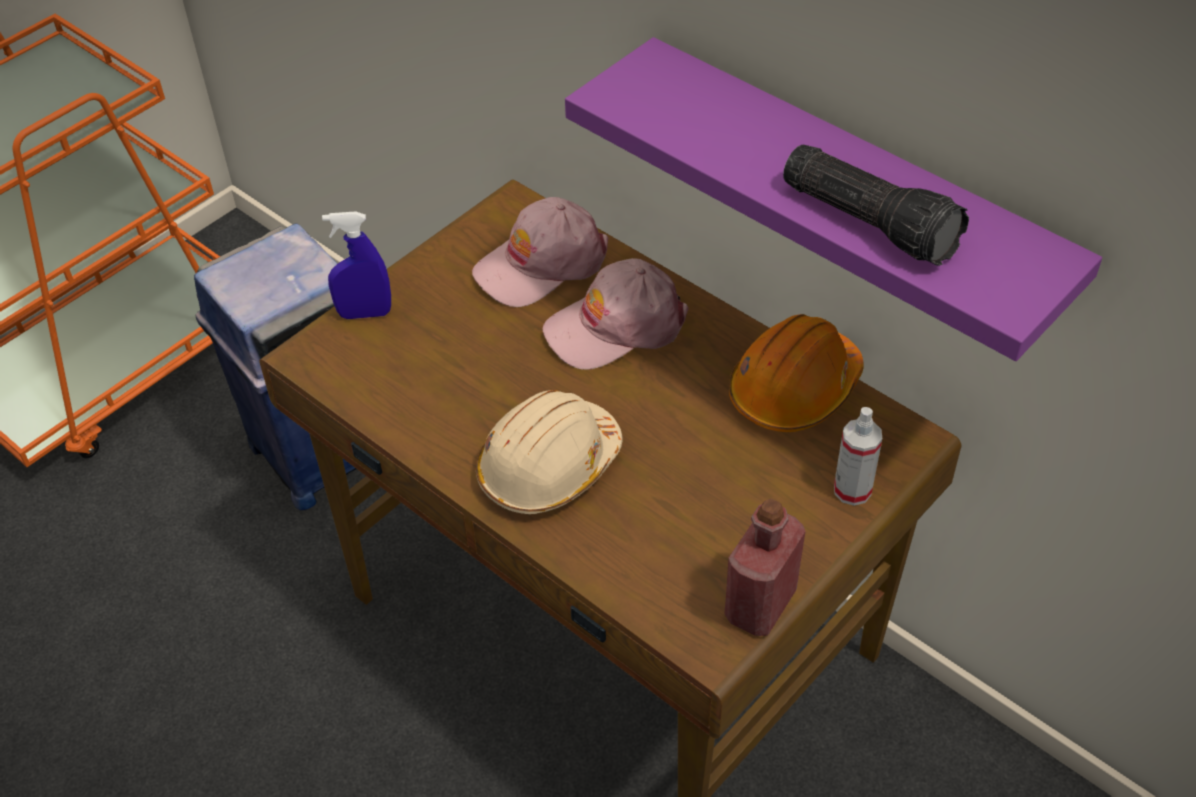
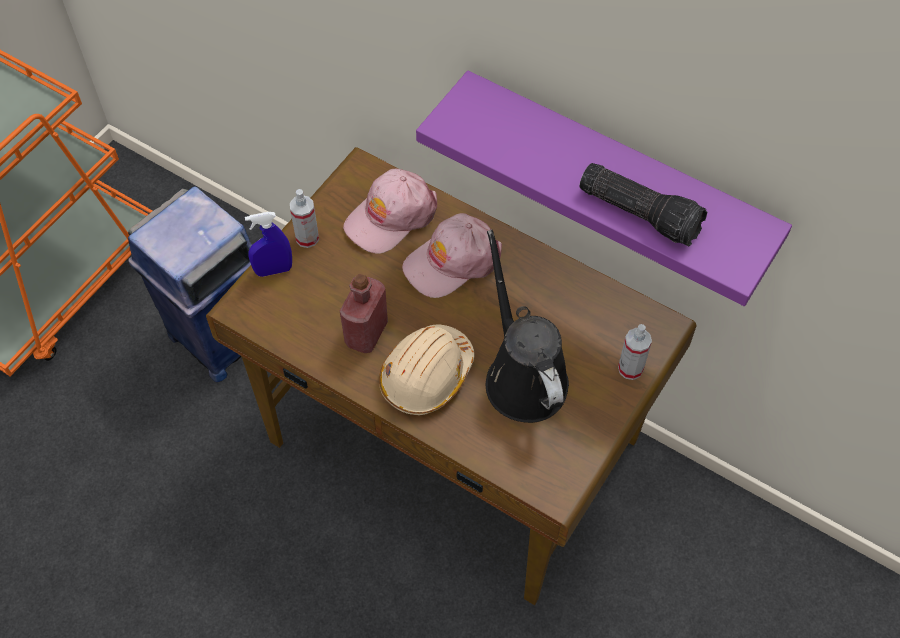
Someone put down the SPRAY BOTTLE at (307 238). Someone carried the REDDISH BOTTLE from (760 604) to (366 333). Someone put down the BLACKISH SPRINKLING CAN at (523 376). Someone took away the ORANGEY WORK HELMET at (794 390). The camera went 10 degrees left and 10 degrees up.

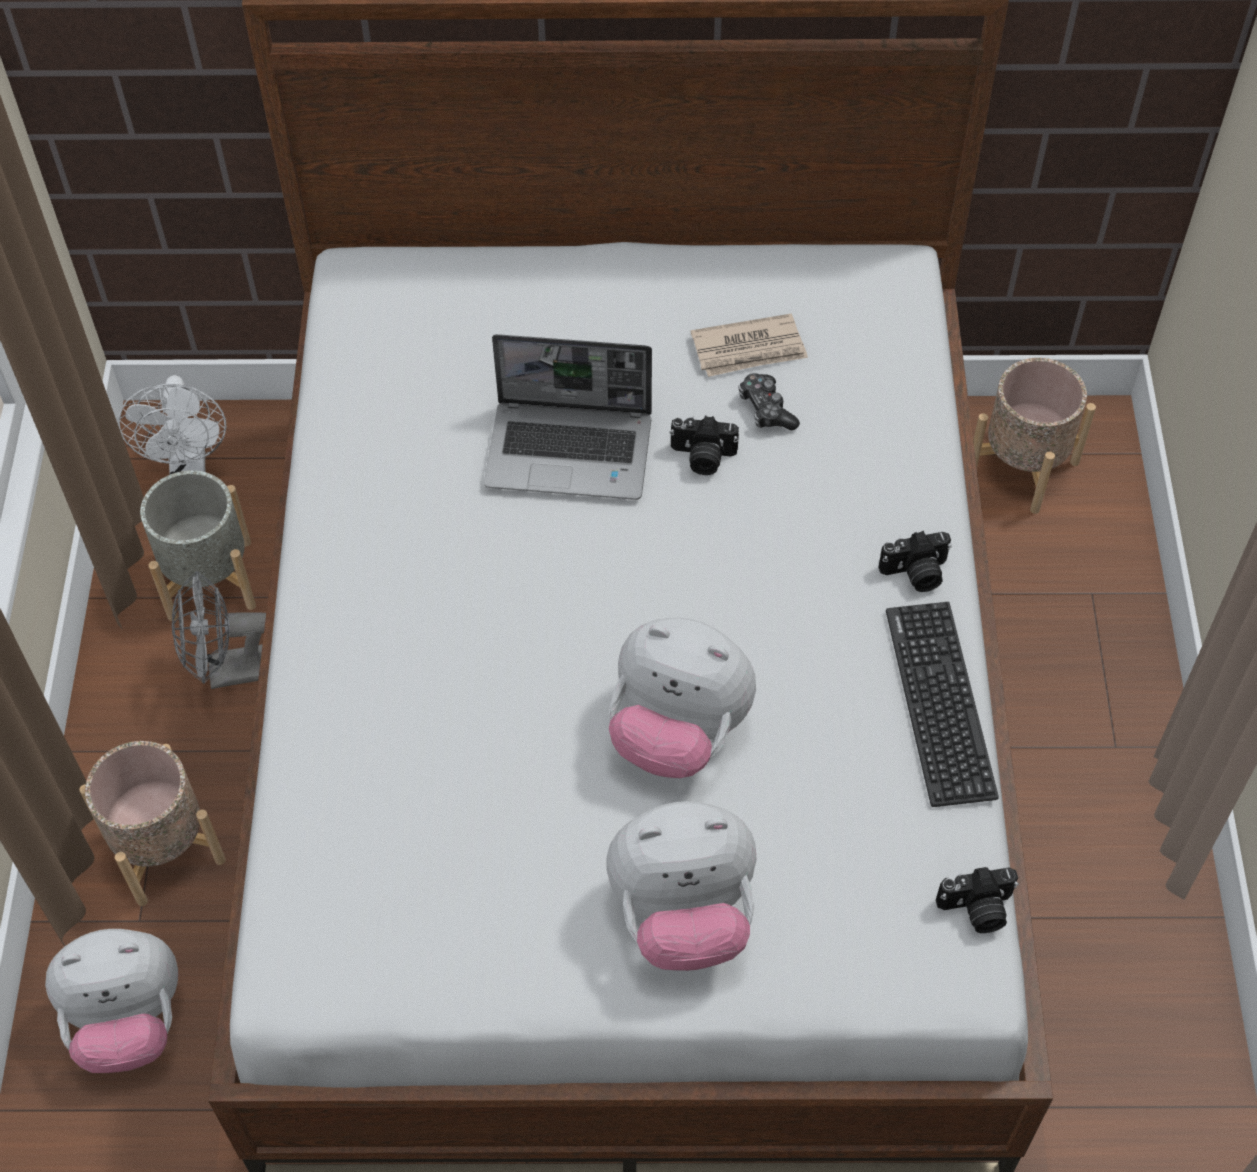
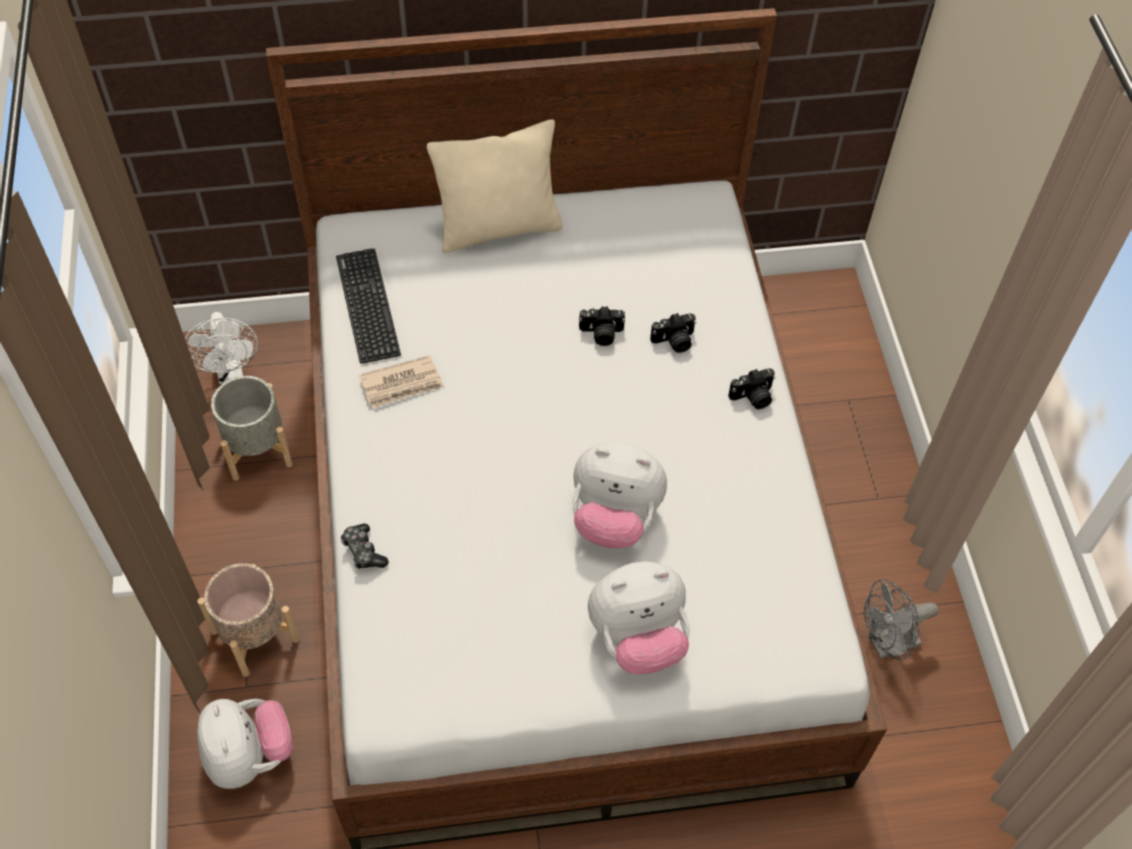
Someone rotated the CUDDLY TOY at (129 1022) by 90 degrees counterclockwise. Someone carried the COMPUTER KEYBOARD from (940 703) to (368 305). Someone carried the GAMEPAD from (766 409) to (363 551). Someone carried the PRINTED PAPER from (749 349) to (402 384). Someone put down the BEIGE-COLOURED THROW PILLOW at (499 228). Someone carried the STILL CAMERA from (977 910) to (674 341). Someone carried the GREYISH ELECTRIC FAN from (229 672) to (887 644). Someone took away the PORTABLE COMPUTER at (571 451). Someone took away the BEIGE-COLOURED FLOWER POT at (1022 467). The camera went 10 degrees left and 0 degrees up.

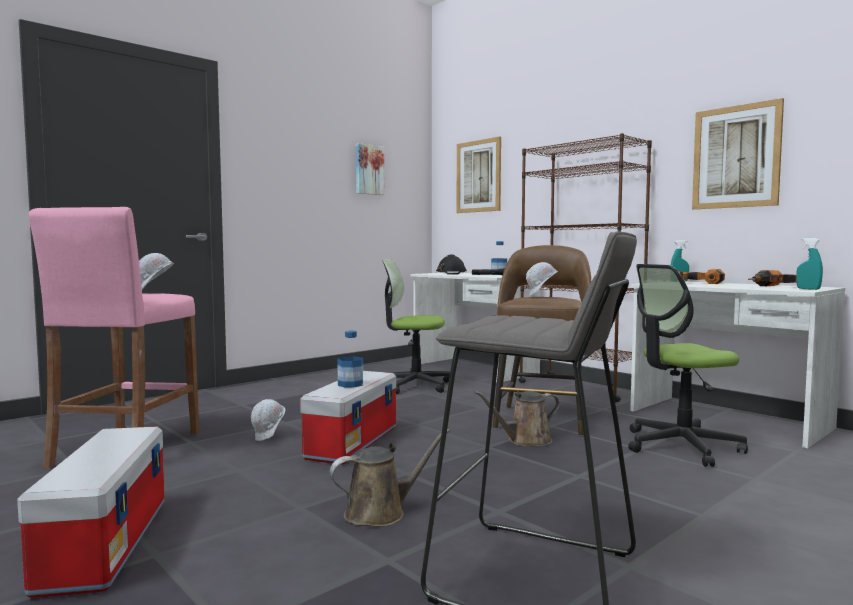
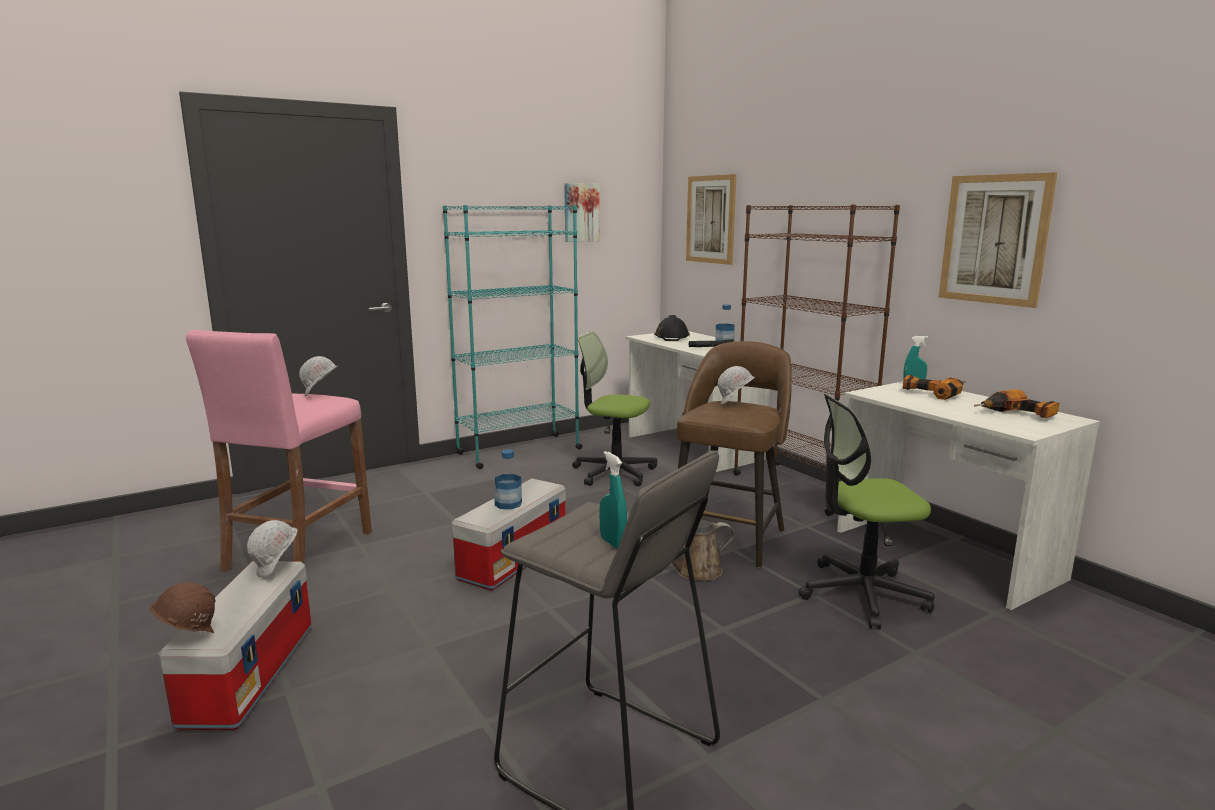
Someone put down the BROWN-COLOURED WORK HELMET at (188 638). Someone carried the WHITE-COLOURED WORK HELMET from (269 437) to (277 570). Someone put down the BLUE-GREEN SHELVING UNIT at (519 451). Someone carried the BLUE-GREEN SPRAY BOTTLE from (808 289) to (613 543). Someone took away the BROWN-COLOURED SPRINKLING CAN at (380 513). The camera went 10 degrees right and 10 degrees up.

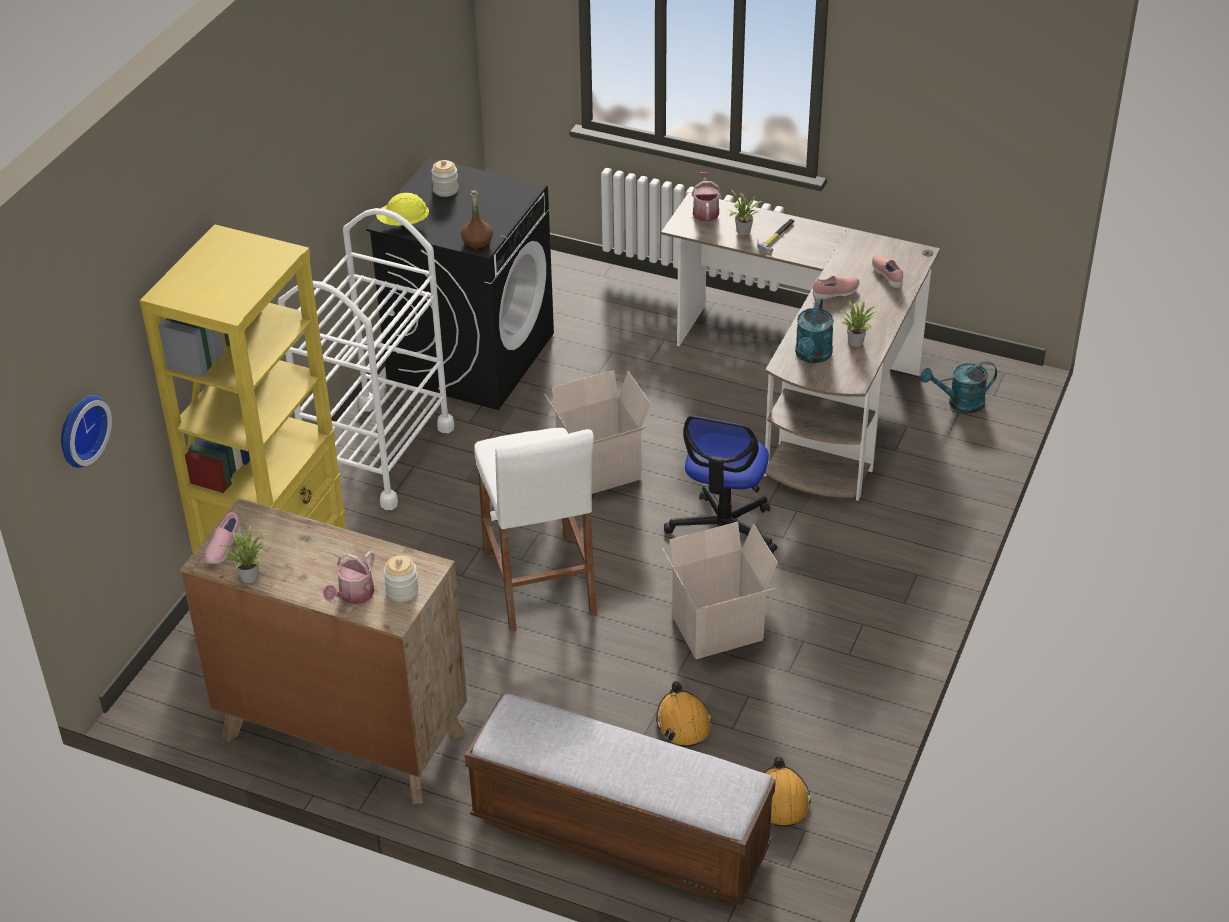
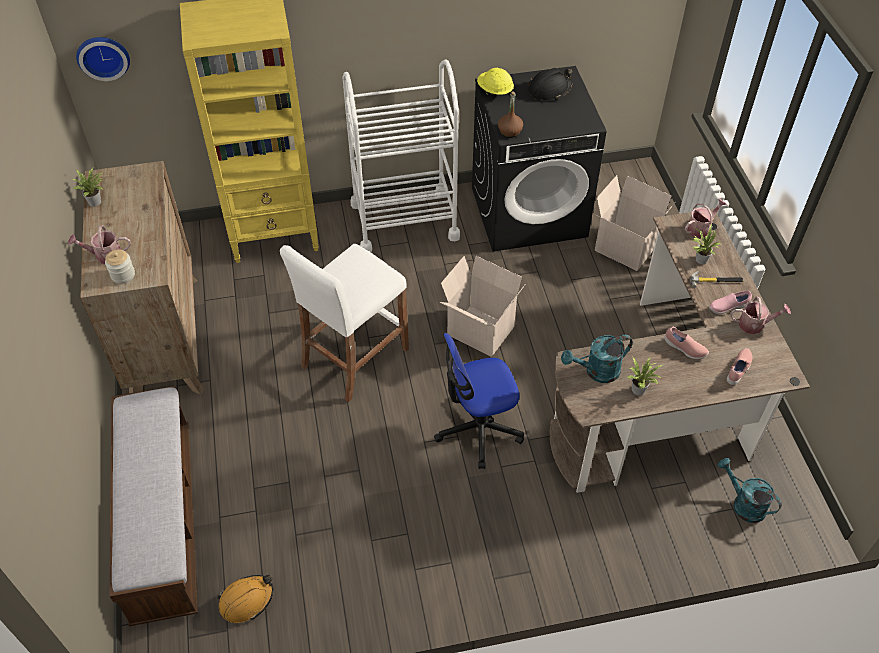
Someone swapped the PRESERVE JAR at (445 190) for the BLACKISH WORK HELMET at (549 90). Someone carried the CARDBOARD BOX from (717 631) to (623 249). Someone carried the PINK SHOE from (223 548) to (727 307). Someone put down the SPRINKLING CAN at (755 324). Someone took away the ORANGEY WORK HELMET at (683 722). The camera went 55 degrees right and 10 degrees up.

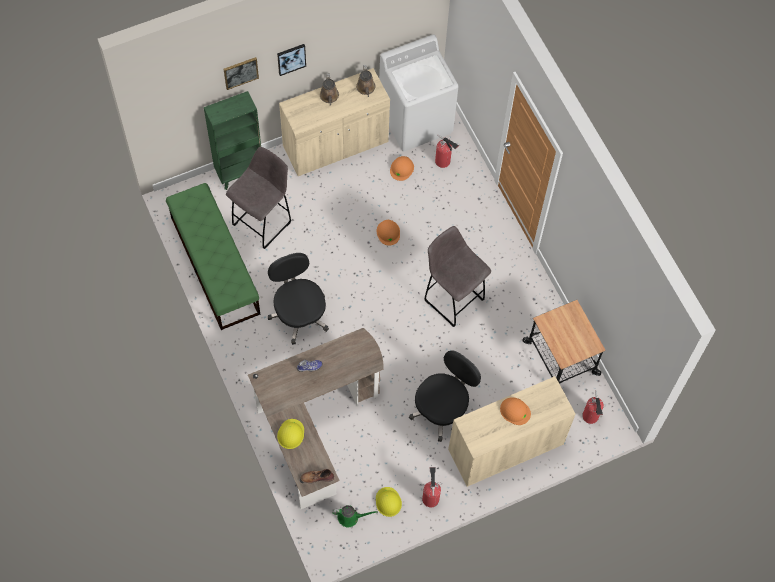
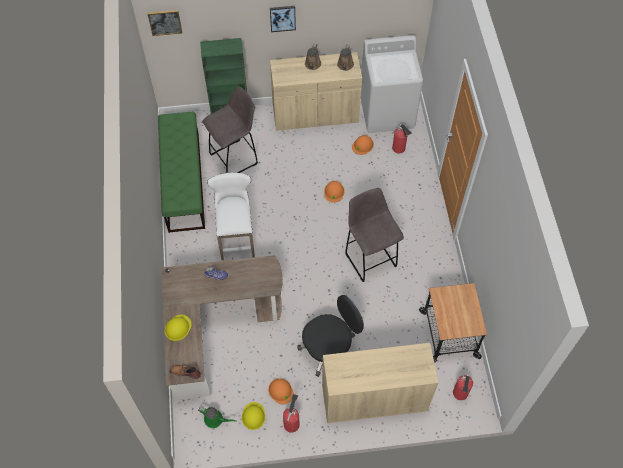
Someone carried the WALL PICTURE from (240 72) to (165 22). Someone swapped the BLACKISH DESK CHAIR at (299 314) for the WHITE-COLOURED SITTING STOOL at (236 237). Someone carried the ORANGEY WORK HELMET from (515 411) to (280 391). The camera went 20 degrees right and 5 degrees down.

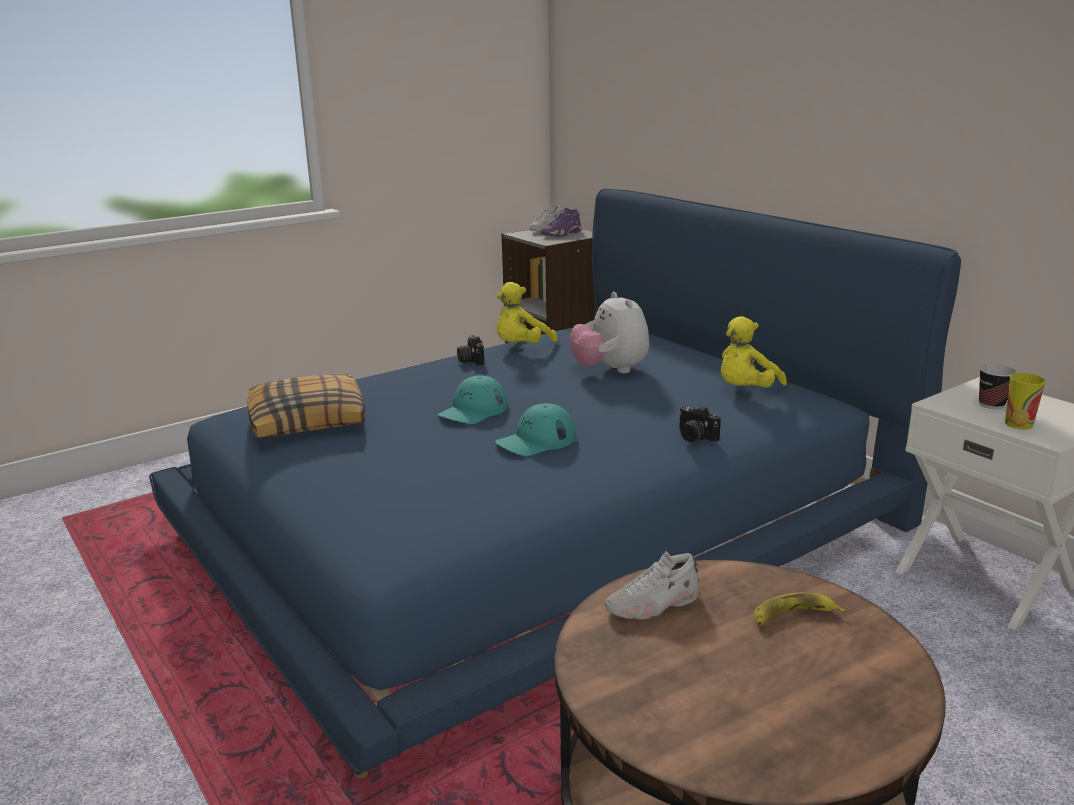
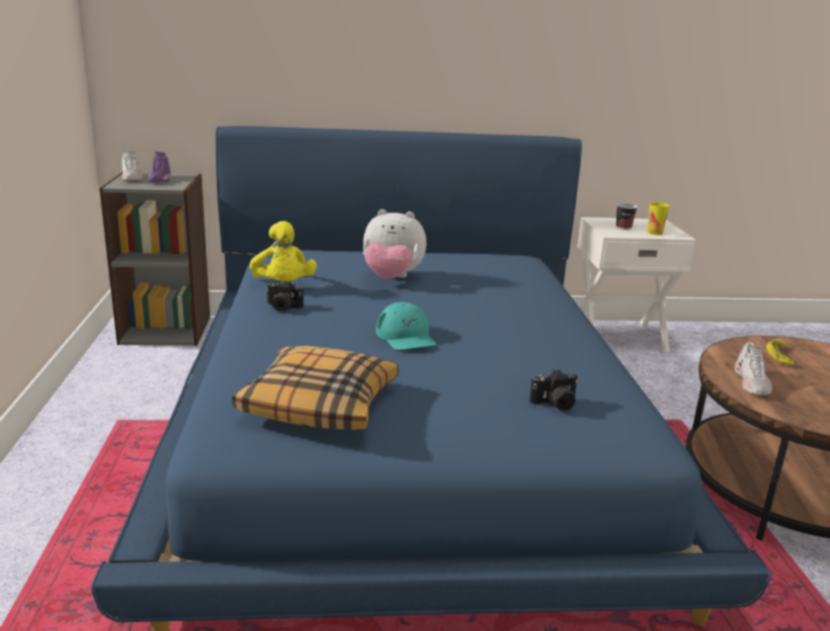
Someone carried the STILL CAMERA from (694 437) to (555 404). Someone took away the BLUE-GREEN BASEBALL CAP at (536 440). Someone took away the YELLOWISH CUDDLY TOY at (745 391). The camera went 60 degrees left and 0 degrees up.

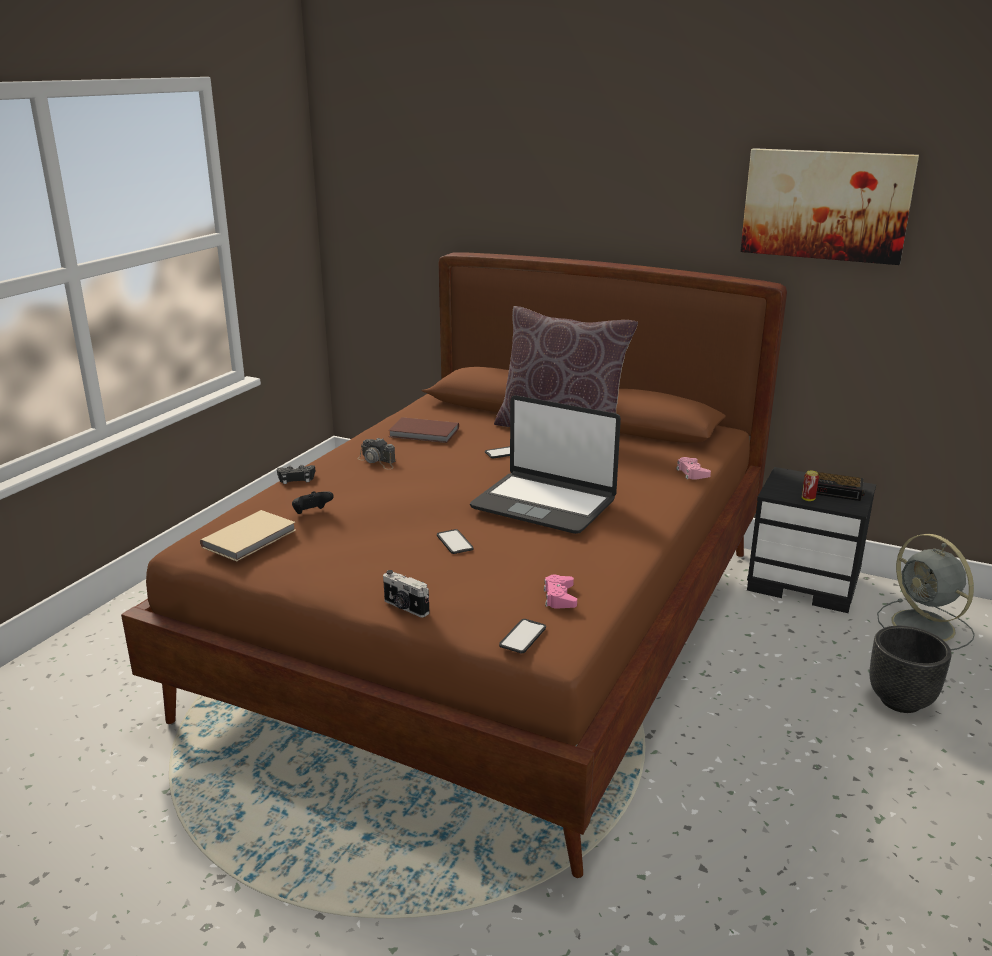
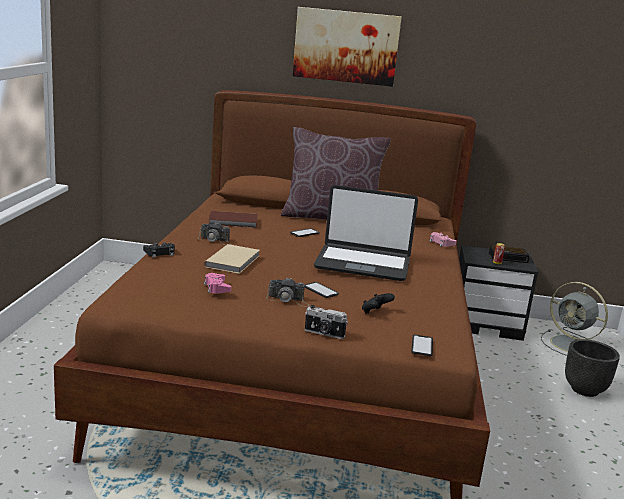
Someone carried the BEIGE-COLOURED BOOK from (251 538) to (234 261). Someone carried the PINK GAMEPAD from (559 597) to (217 287). Someone put down the STILL CAMERA at (288 300). Someone carried the WALL PICTURE from (825 205) to (346 46). Someone carried the BLACKISH GAMEPAD from (312 513) to (375 312). The camera went 20 degrees left and 5 degrees down.

